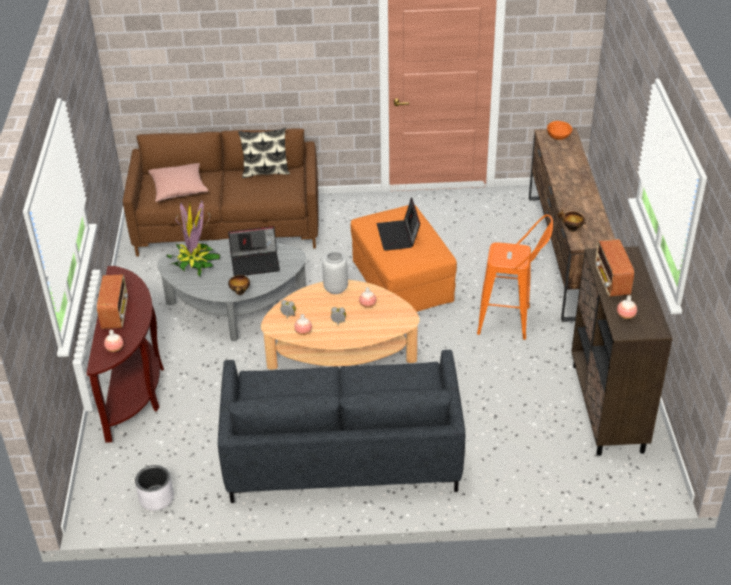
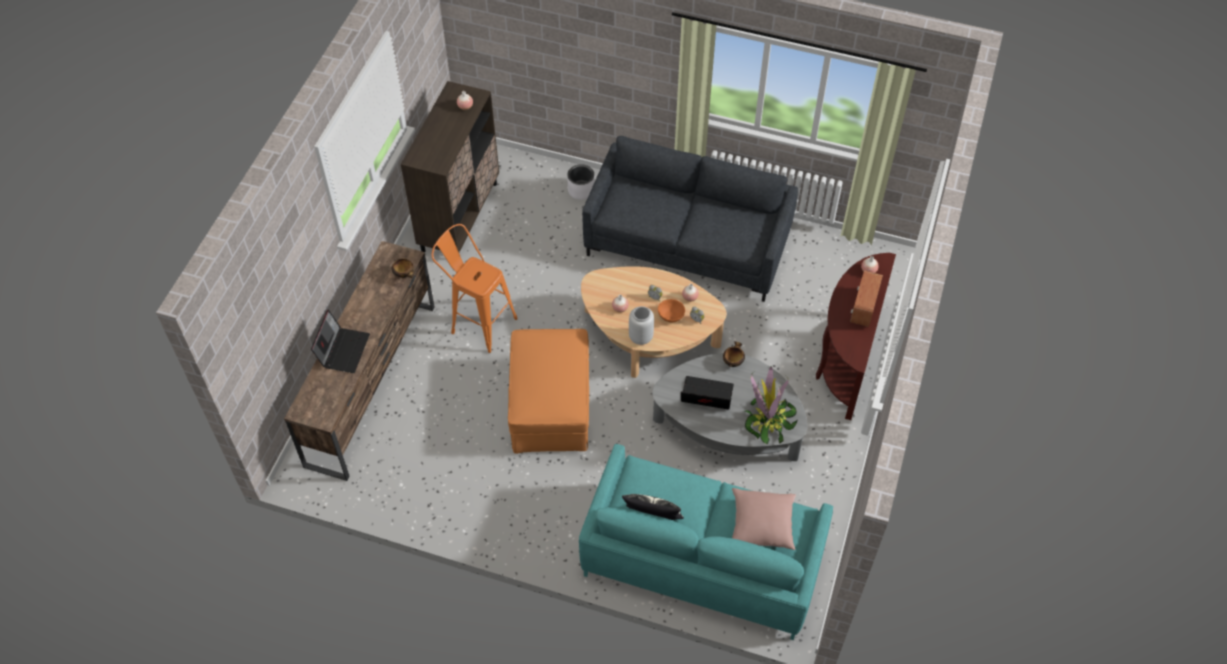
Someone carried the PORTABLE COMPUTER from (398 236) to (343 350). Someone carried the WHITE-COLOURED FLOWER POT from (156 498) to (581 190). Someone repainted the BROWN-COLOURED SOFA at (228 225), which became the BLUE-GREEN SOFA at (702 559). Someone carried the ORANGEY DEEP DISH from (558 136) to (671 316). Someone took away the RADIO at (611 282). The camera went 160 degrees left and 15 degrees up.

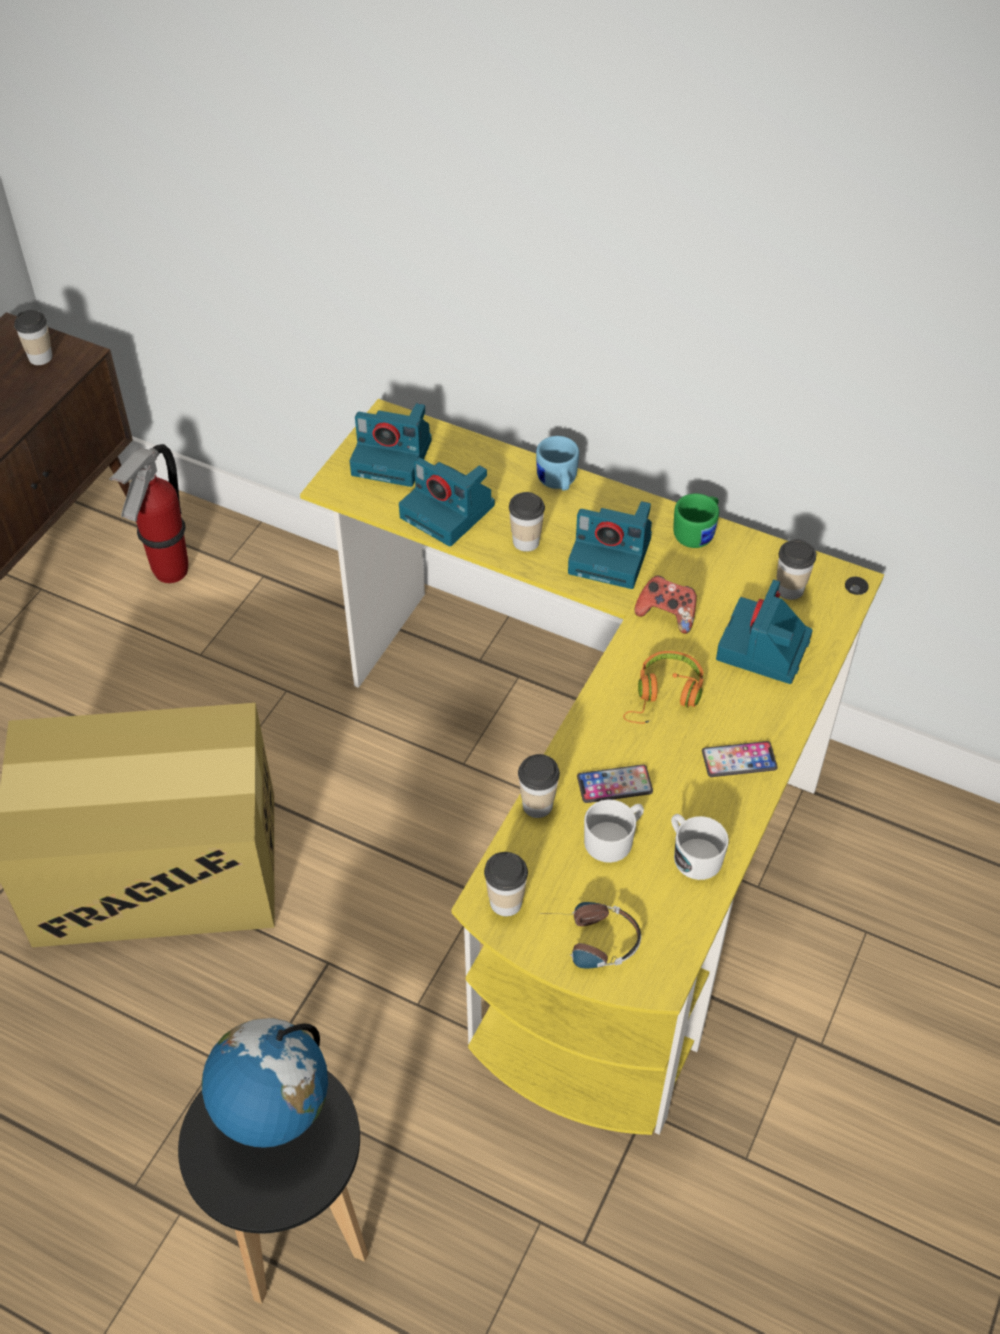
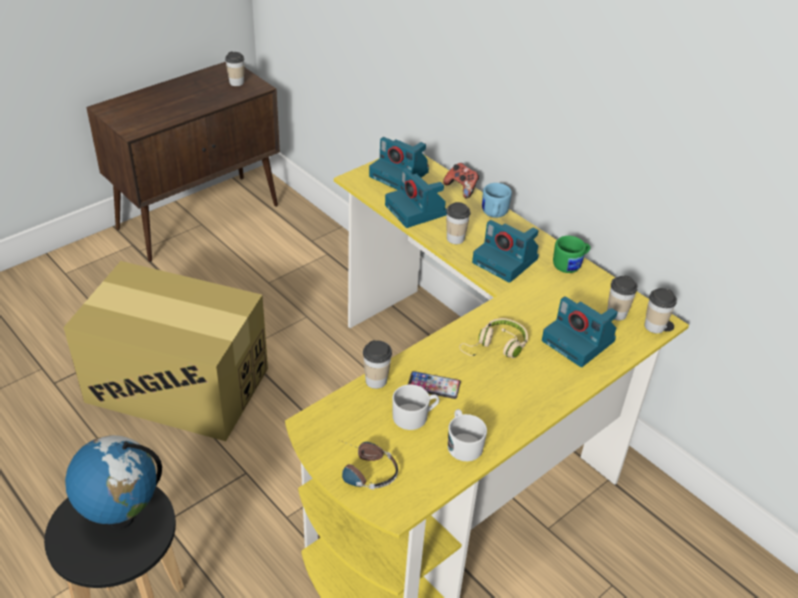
Someone carried the GAMEPAD from (666 614) to (461 188). Someone repainted the ORANGEY HEADPHONES at (664 696), which became the BEIGE-COLOURED HEADPHONES at (496 347). Someone rotated the STILL CAMERA at (764 649) by 90 degrees counterclockwise. Someone carried the DRINKING CUP from (505 902) to (654 326). Someone took away the FIRE-FIGHTING CYLINDER at (170 572). Someone took away the HANDSET at (739 760). The camera went 20 degrees right and 10 degrees down.

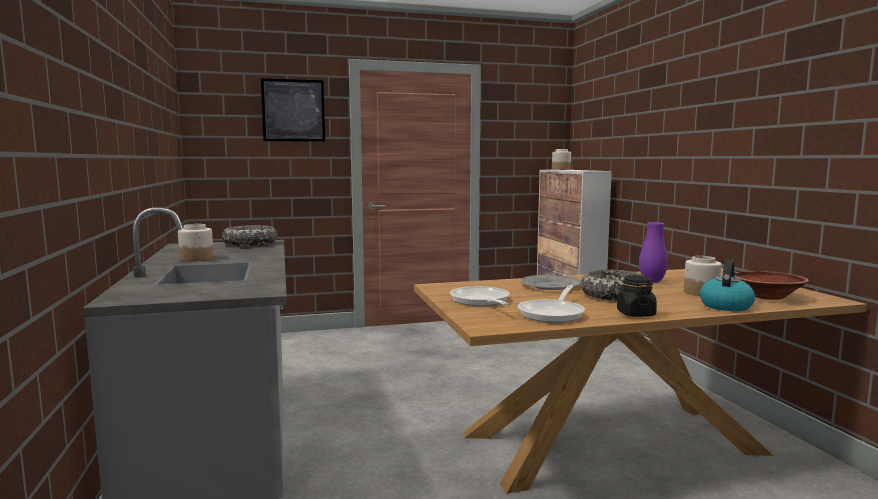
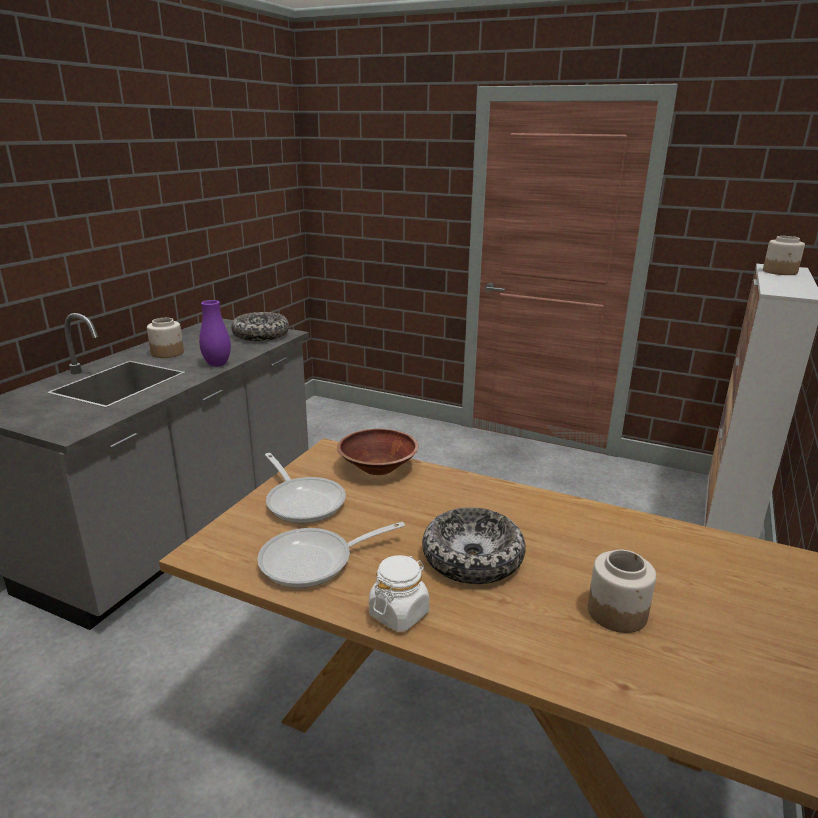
Someone carried the PURPLE DECORATIVE VASE from (652 281) to (217 364). Someone rotated the FRYING PAN at (481 302) by 120 degrees clockwise. Someone carried the BROWN-COLOURED DEEP DISH from (767 297) to (378 467). Someone repainted the BLACKISH PRESERVE JAR at (635 314), which became the WHITE-COLOURED PRESERVE JAR at (399 613). Someone took away the WALL PICTURE at (293 110). Someone took away the GREYISH PLATE at (550 286). Someone took away the WATER KETTLE at (725 306). The camera went 40 degrees right and 15 degrees up.

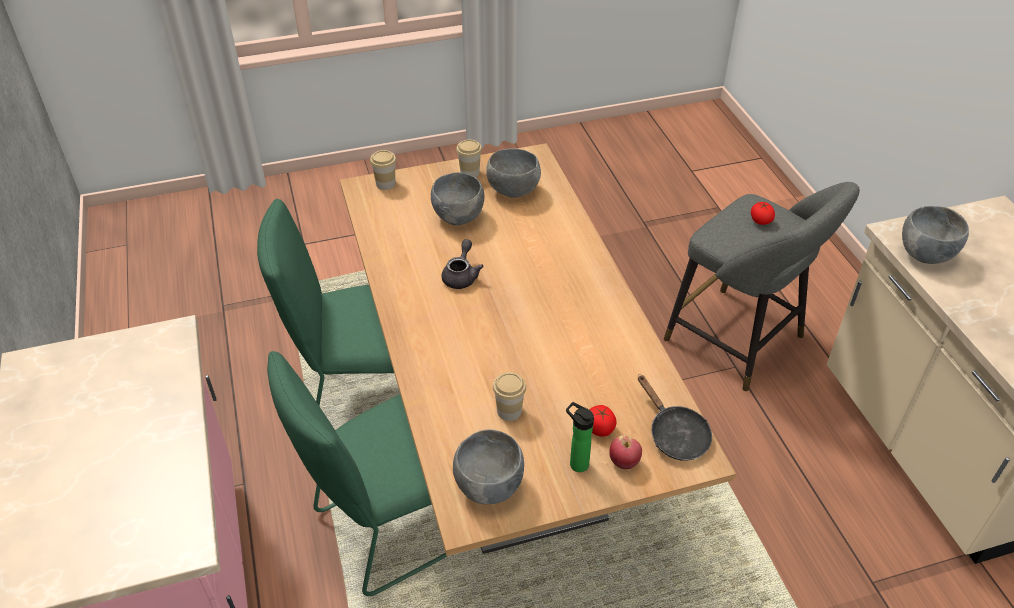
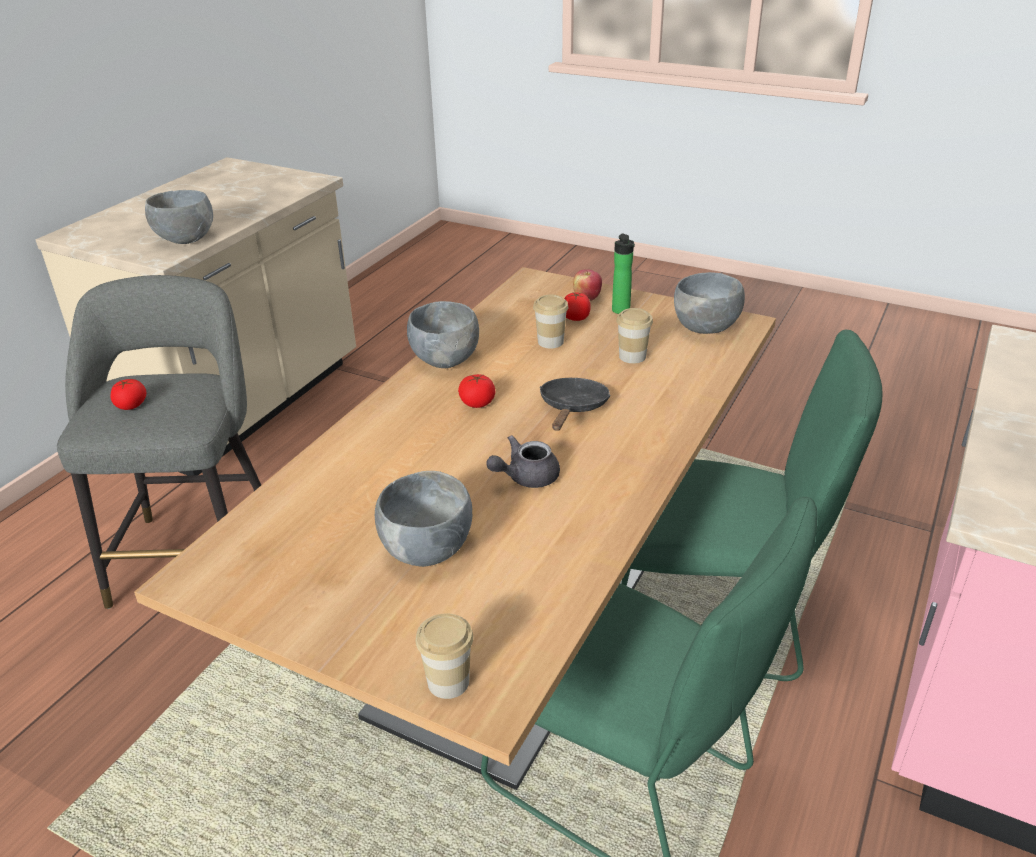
Someone carried the GREYISH DEEP DISH from (513 191) to (445 360). Someone put down the TOMATO at (477 403). Someone carried the DRINKING CUP from (469 173) to (550 342). Someone carried the BLACKISH FRYING PAN from (674 434) to (572 408). The camera went 135 degrees left and 10 degrees down.

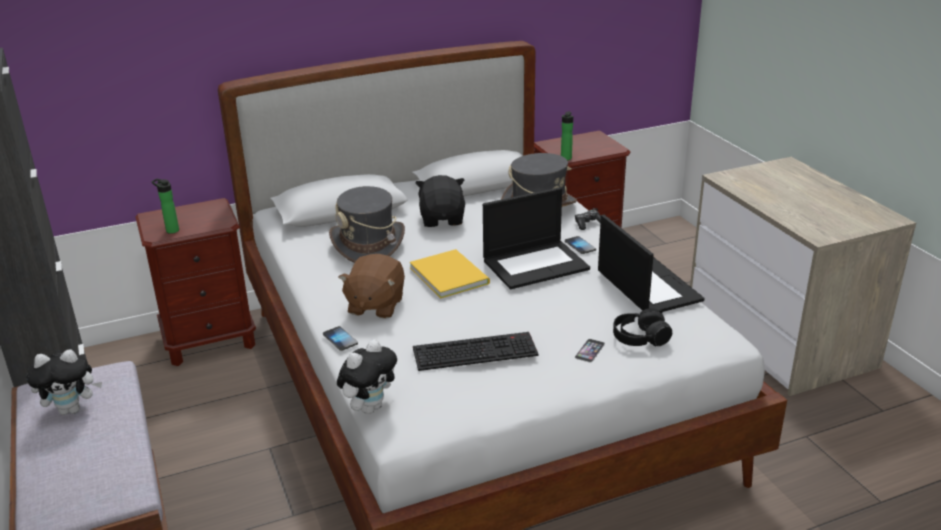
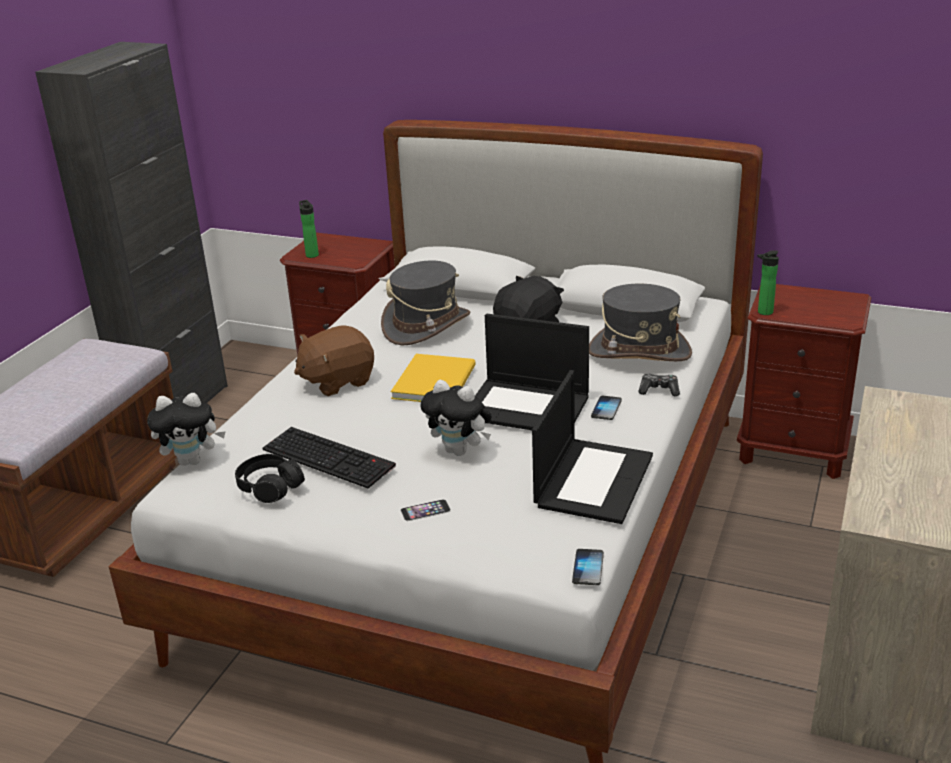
Someone carried the BLACKISH HEADPHONES from (640 338) to (270 487). Someone carried the CUDDLY TOY from (72 409) to (460 451). Someone carried the HANDSET from (340 339) to (588 568). The camera went 45 degrees right and 0 degrees up.

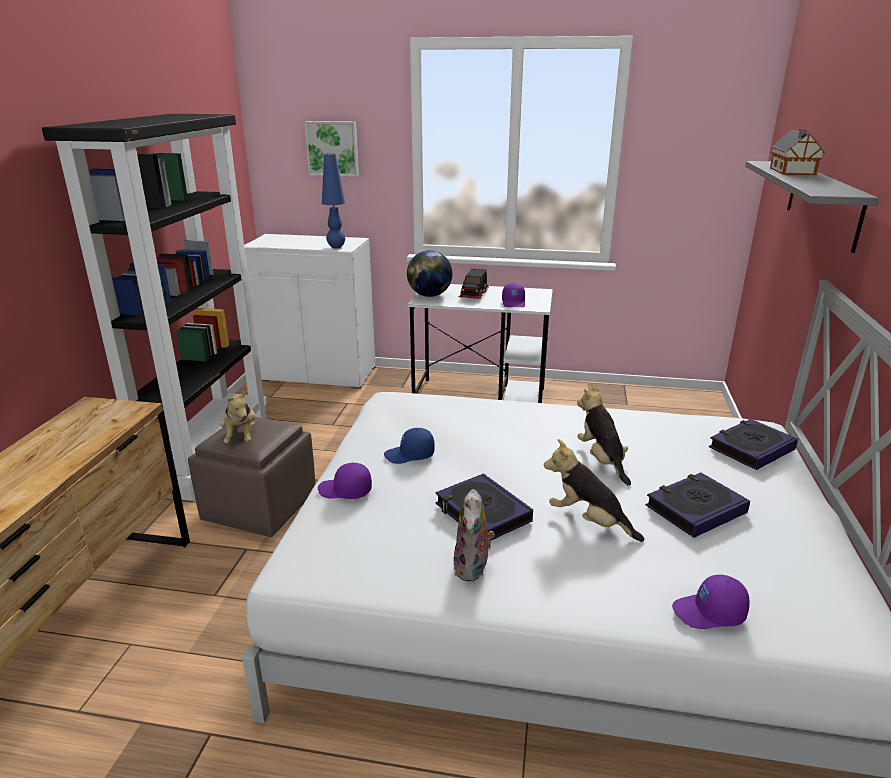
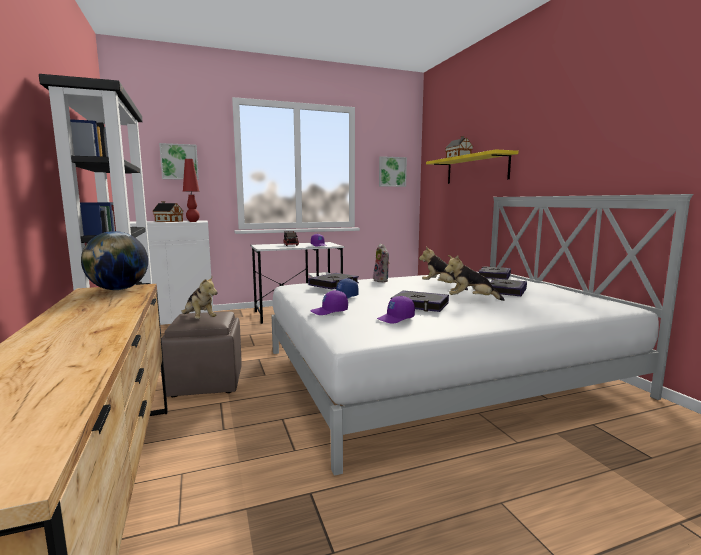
Someone carried the WORLD GLOBE from (429 295) to (118 289). Someone put down the MODEL HOUSE at (168 221). Someone repainted the BLUE-COLOURED TABLETOP LAMP at (336 247), which became the REDDISH TABLETOP LAMP at (193 221). Someone put down the BOOK at (334 284). Someone carried the CUDDLY TOY from (473 568) to (382 280). Someone carried the PURPLE BASEBALL CAP from (709 613) to (396 319). Someone put up the WALL PICTURE at (392 172). Someone repainted the GREYISH SHELF at (823 203), which became the YELLOWISH SHELF at (476 169). The camera went 30 degrees left and 15 degrees down.

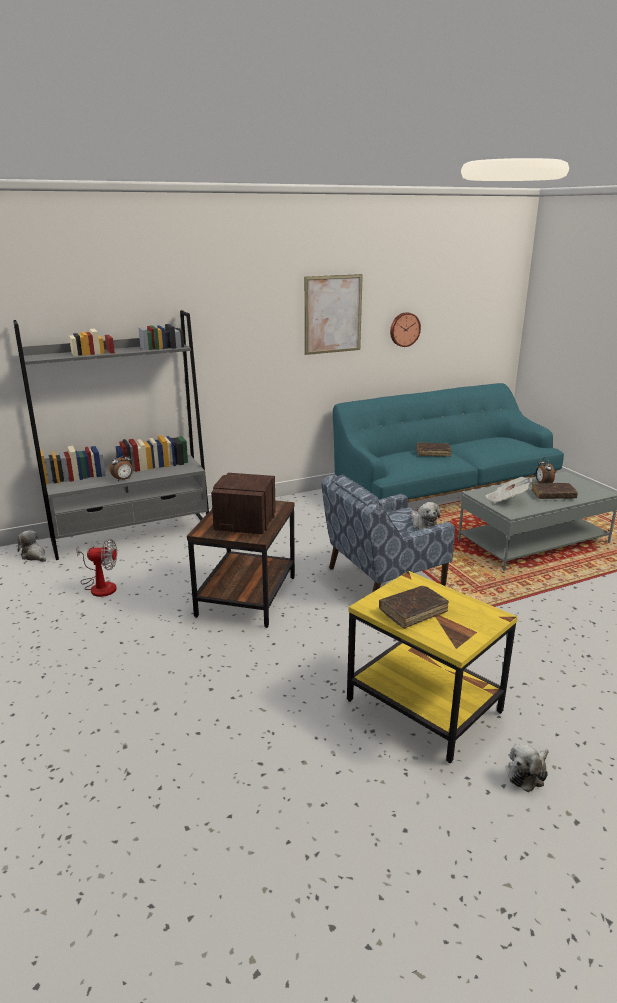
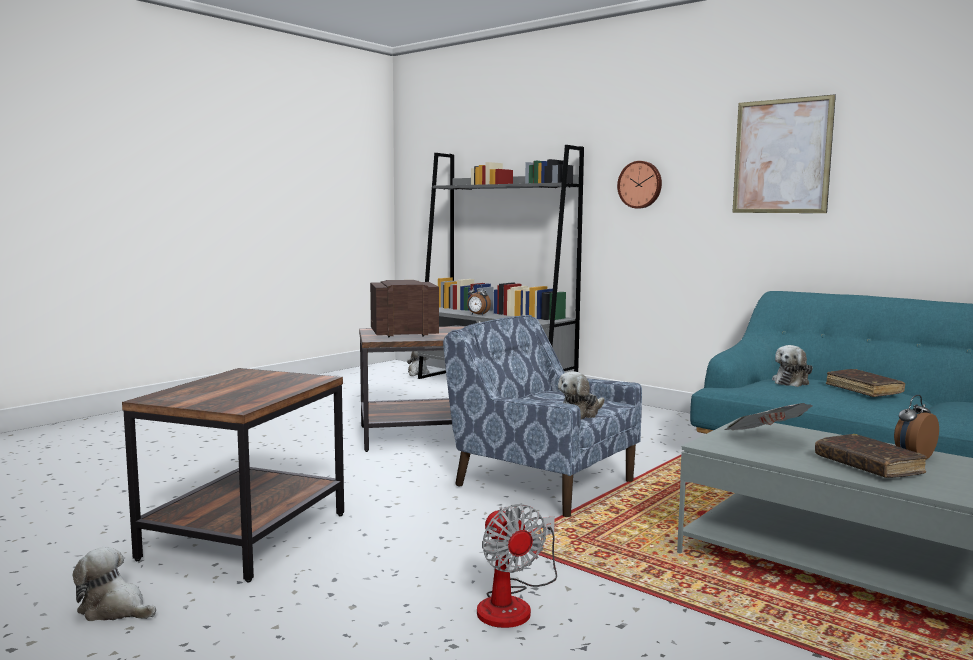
Someone repainted the YELLOWISH SIDE TABLE at (422 707), which became the BROWN-COLOURED SIDE TABLE at (245 536). Someone carried the ELECTRIC FAN from (100 586) to (513 604). Someone carried the CLOCK ON THE WALL from (404 329) to (640 184). Someone put down the CUDDLY TOY at (791 382). Someone took away the BROWN-COLOURED BOOK at (413 611). The camera went 65 degrees right and 15 degrees down.

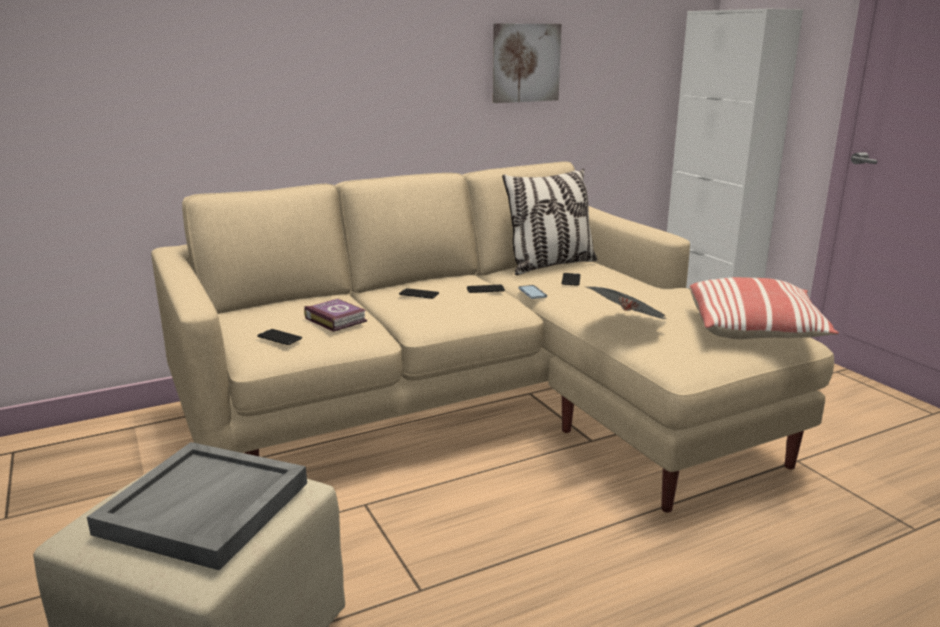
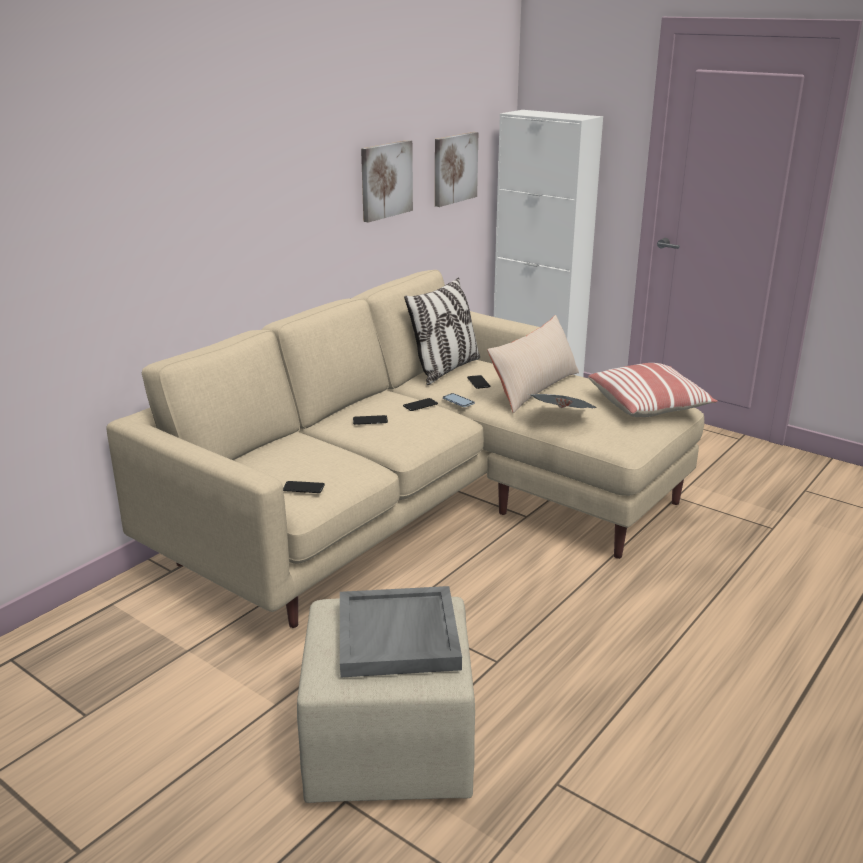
Someone put up the WALL PICTURE at (454 168). Someone put down the BEIGE-COLOURED THROW PILLOW at (534 388). Someone took away the BOOK at (336 319). The camera went 25 degrees left and 5 degrees up.

